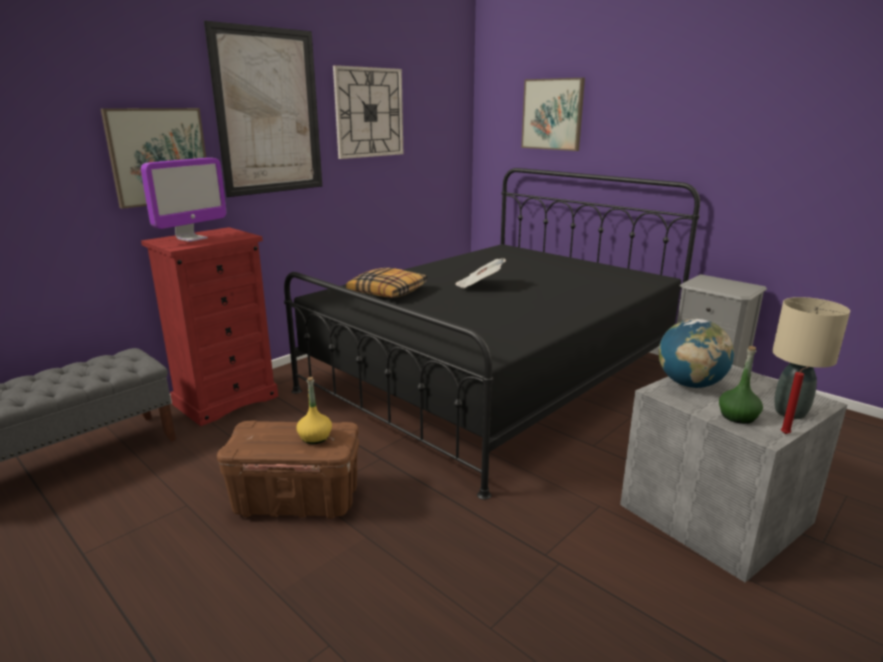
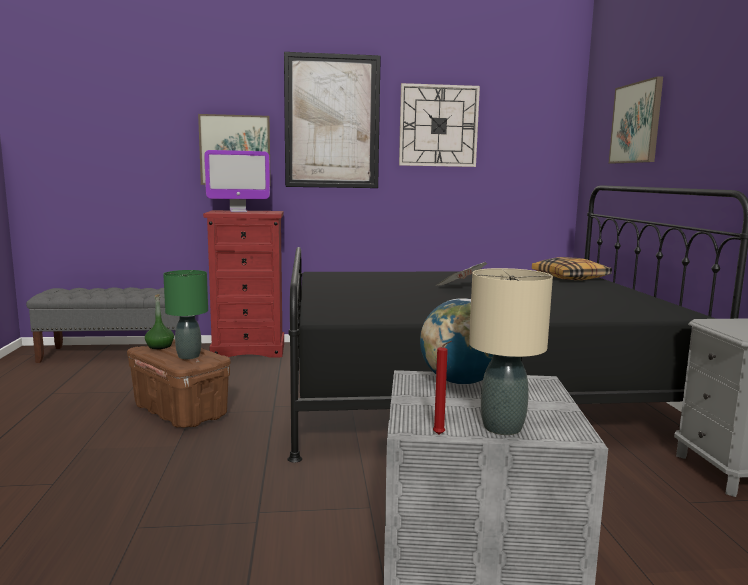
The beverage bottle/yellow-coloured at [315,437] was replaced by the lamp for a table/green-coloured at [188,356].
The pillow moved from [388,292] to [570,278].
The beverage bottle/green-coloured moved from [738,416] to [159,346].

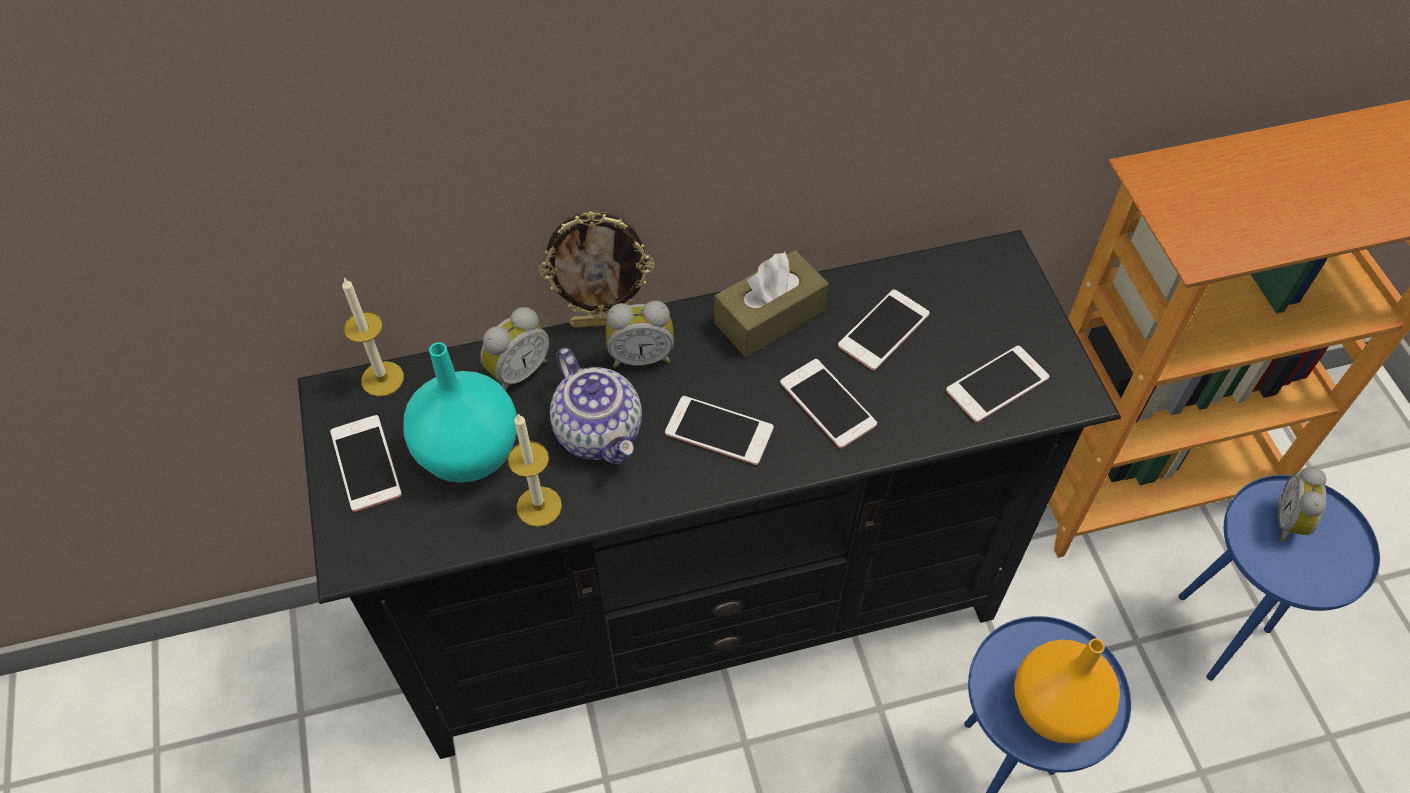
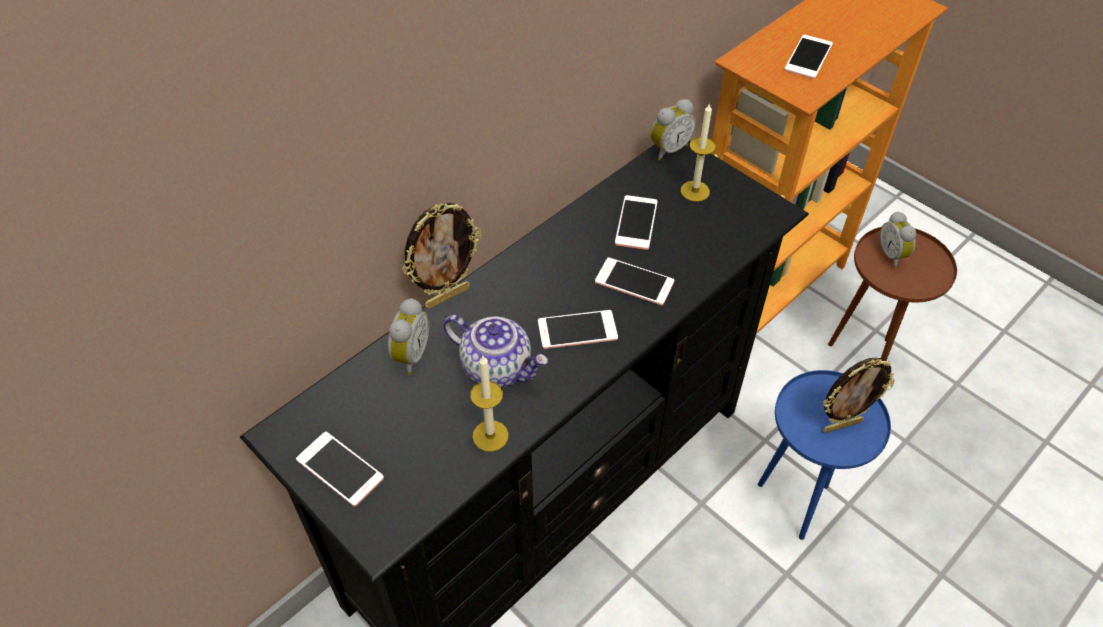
The candle moved from [382,379] to [695,191].
The decorative vase/blue-green at [469,451] disappeared.
The table clock moved from [641,356] to [668,149].
The tissue holder/brown at [769,317] disappeared.
The phone moved from [997,384] to [808,57].
The decorative vase/orangey at [1056,707] was replaced by the standing frame at [841,425].
The accent table/bluish at [1219,634] became the accent table/brown at [864,355].

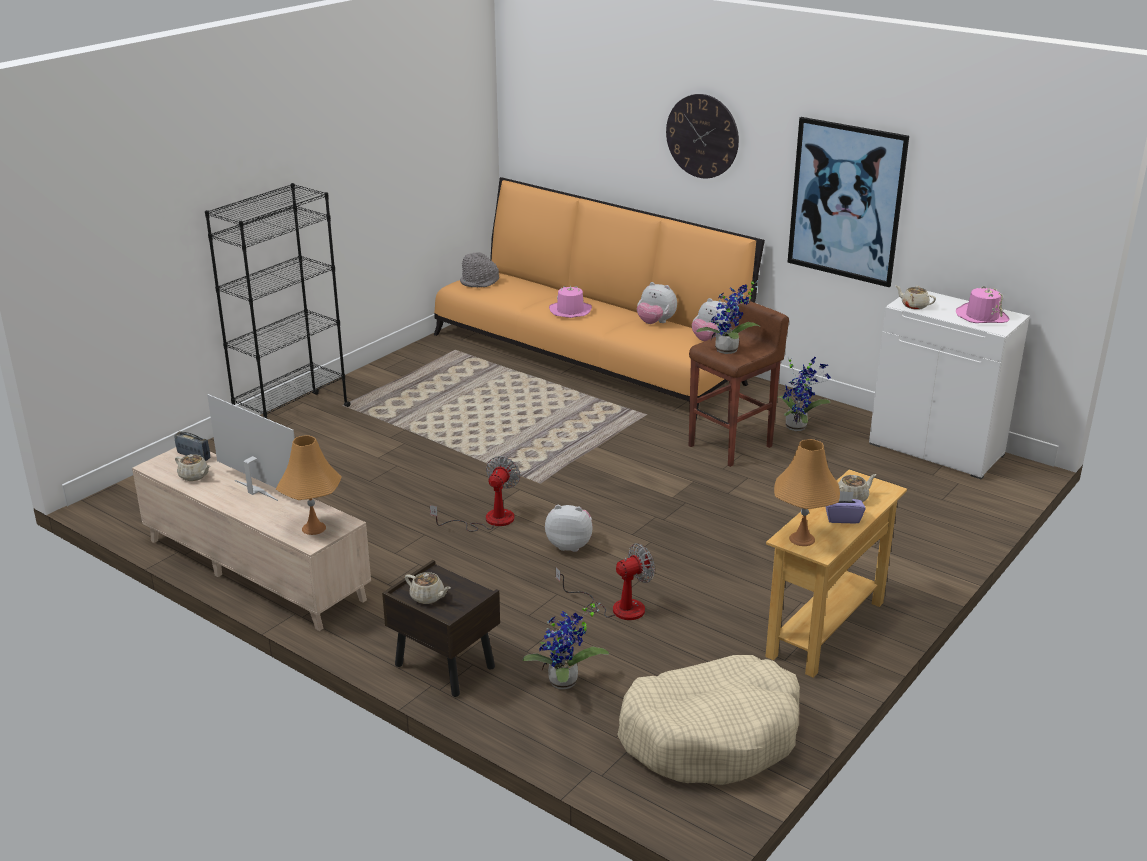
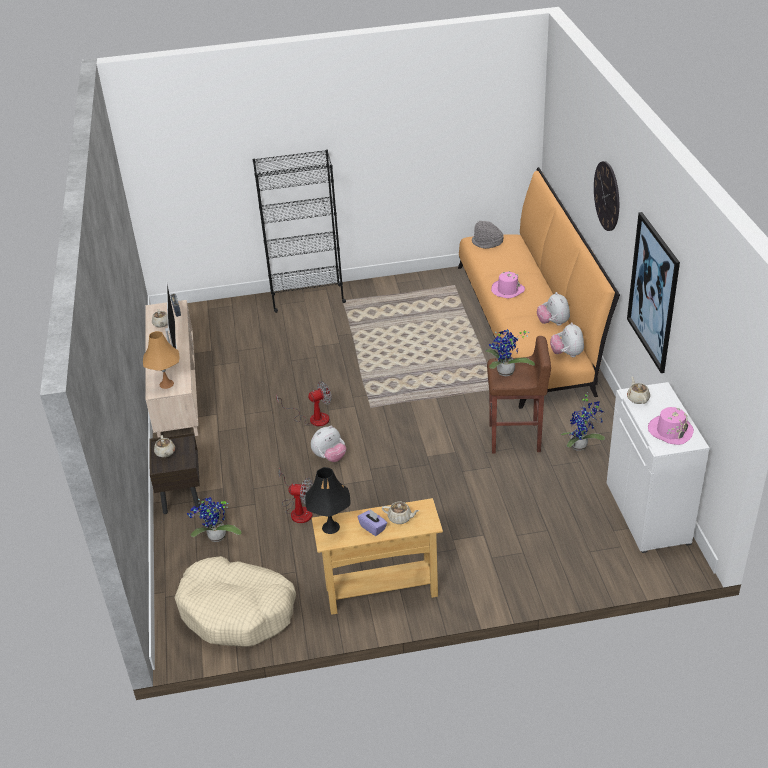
The plush toy at [570,545] turned 90 degrees clockwise.
The lamp for a table/orangey at [802,539] became the lamp for a table/blackish at [331,527].

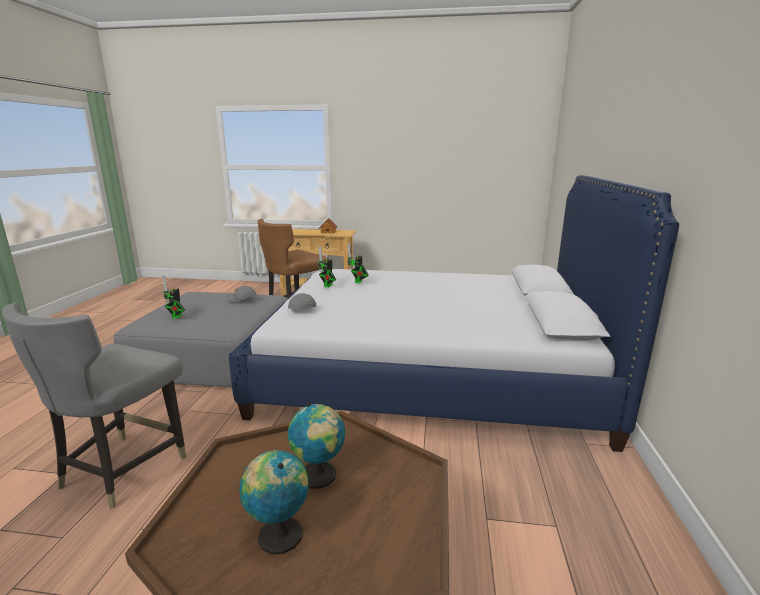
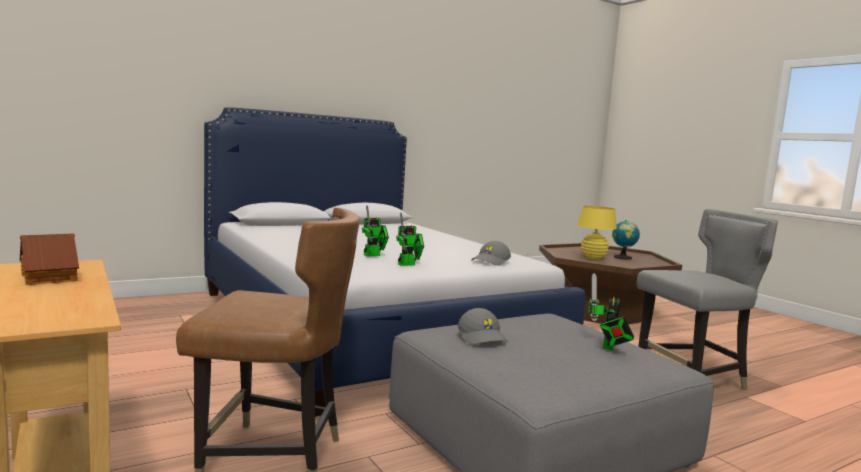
The robot figure at [176,317] turned 150 degrees clockwise.
The desk globe at [319,476] was replaced by the lamp for a table/yellow-coloured at [593,258].

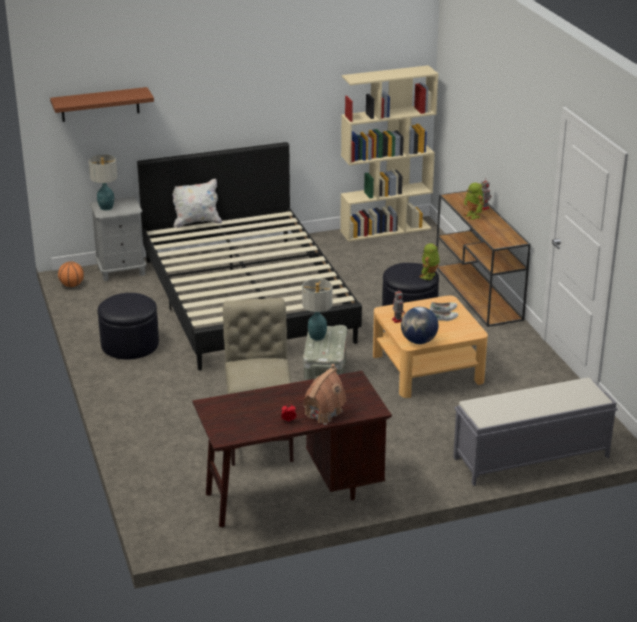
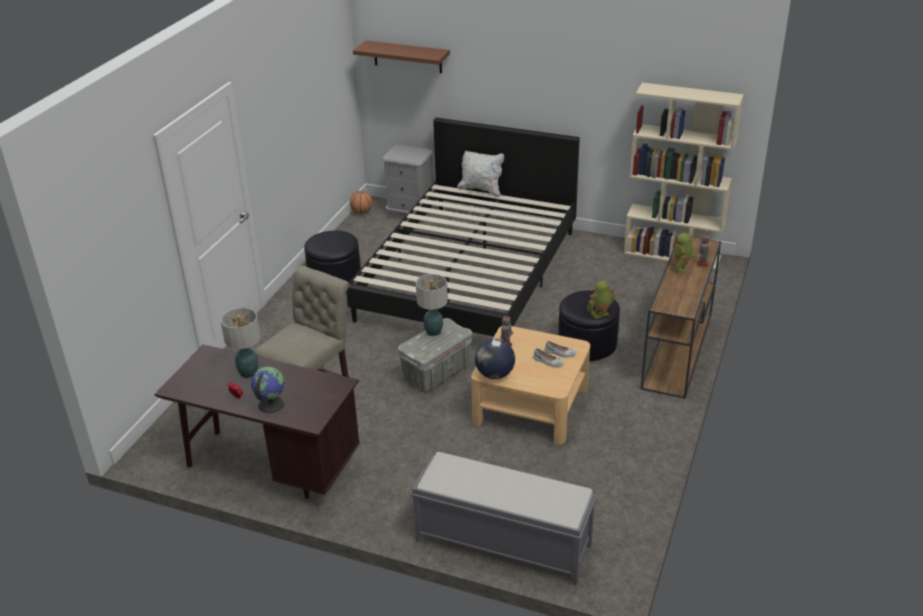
The lamp for a table moved from [106,207] to [248,373].
The model house at [323,413] was replaced by the desk globe at [270,404].

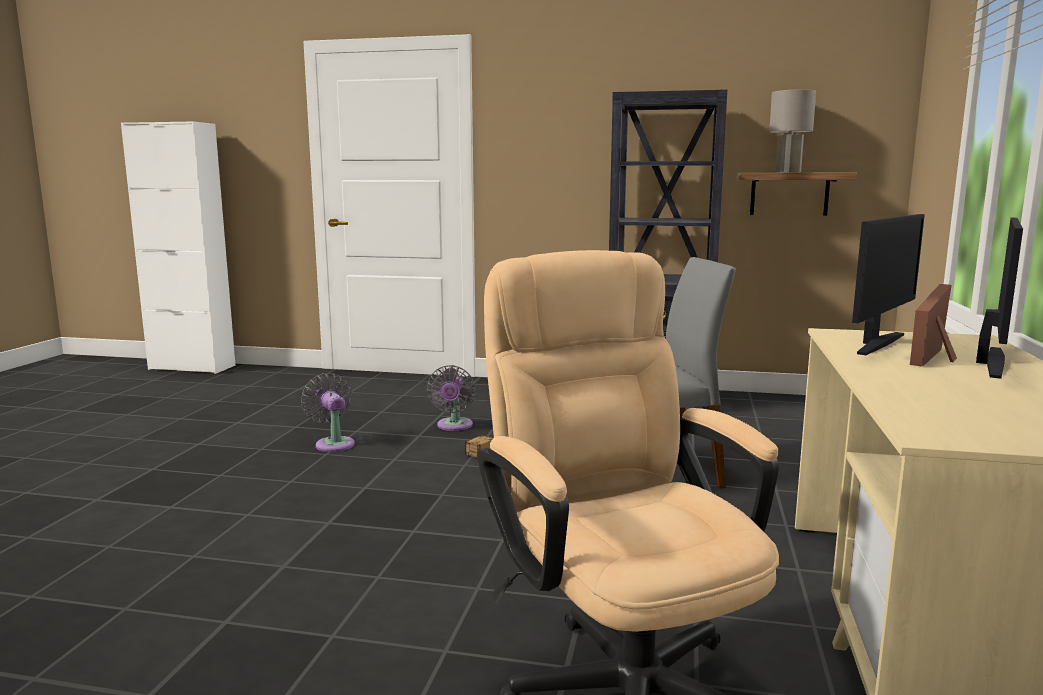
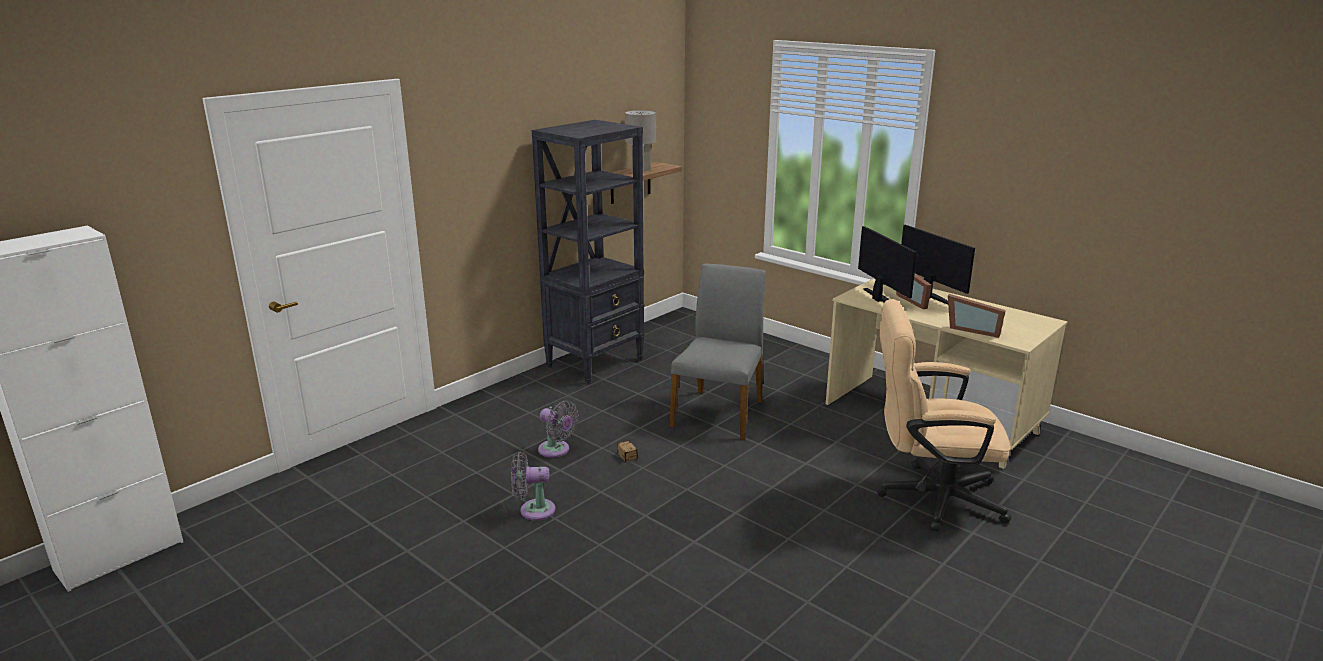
The standing frame at [973,329] appeared.

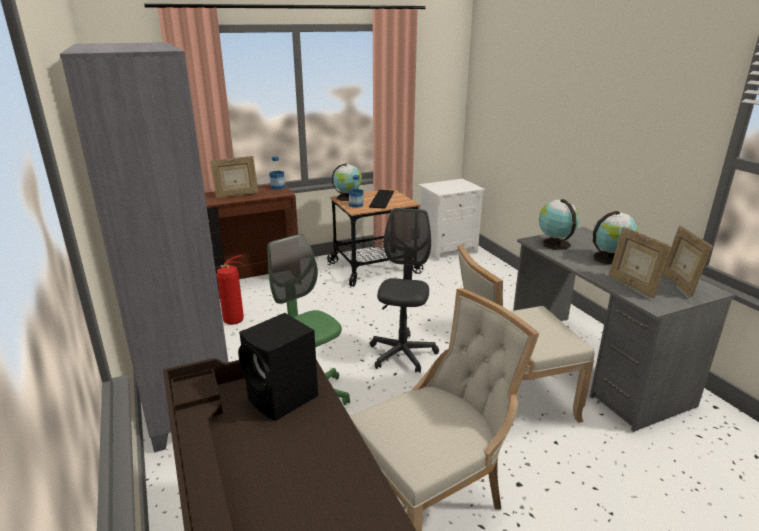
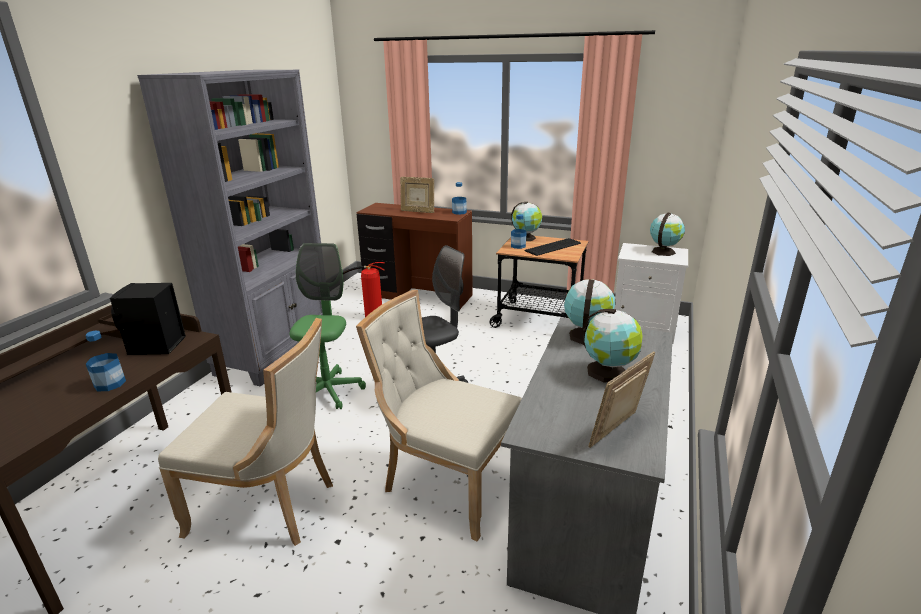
The standing frame at [632,286] disappeared.
The beverage bottle at [110,384] appeared.
The desk globe at [663,251] appeared.

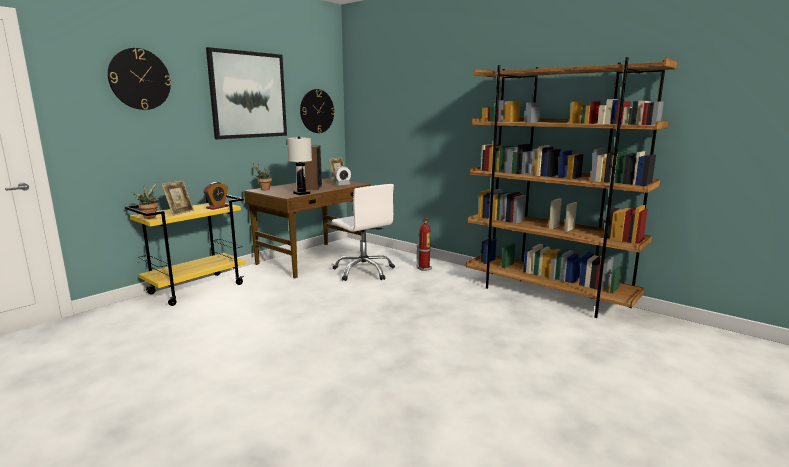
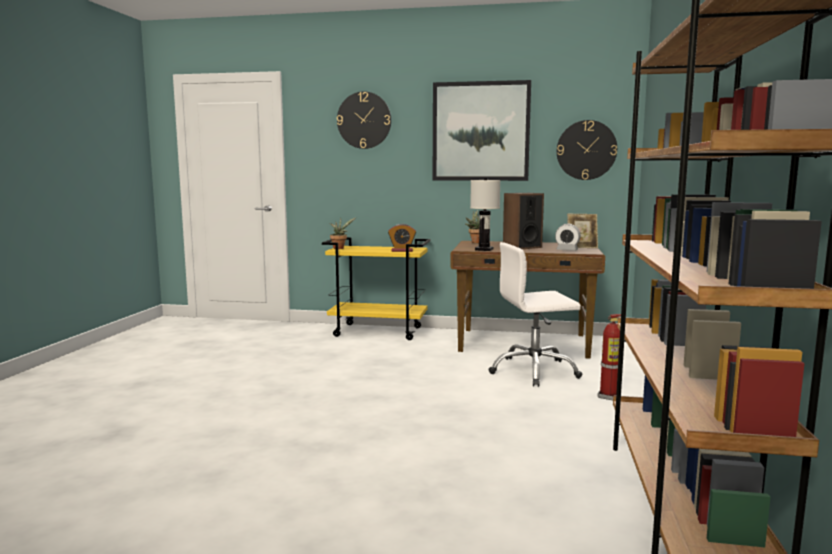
The standing frame at [180,212] disappeared.
The office chair/white-coloured at [364,271] turned 60 degrees clockwise.

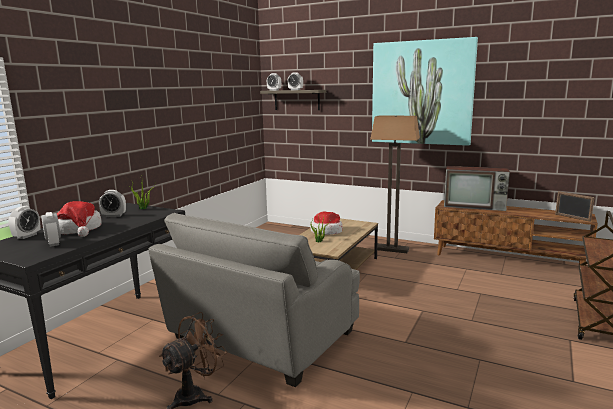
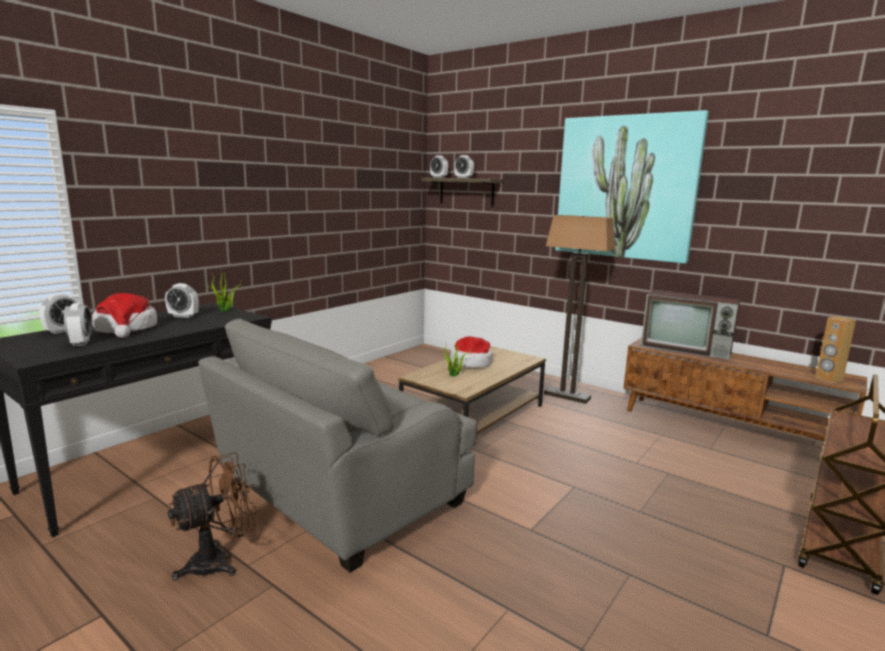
The standing frame at [572,217] was replaced by the speaker/brown at [828,379].

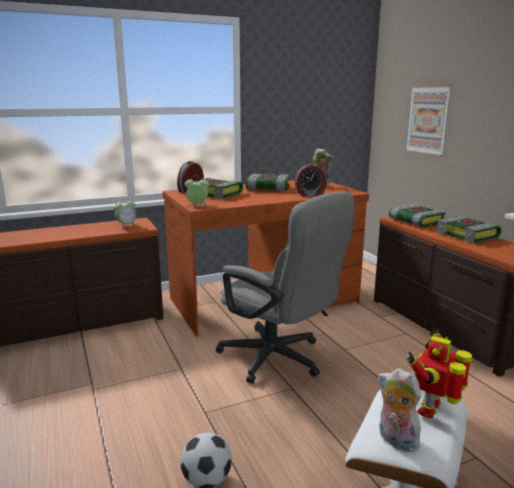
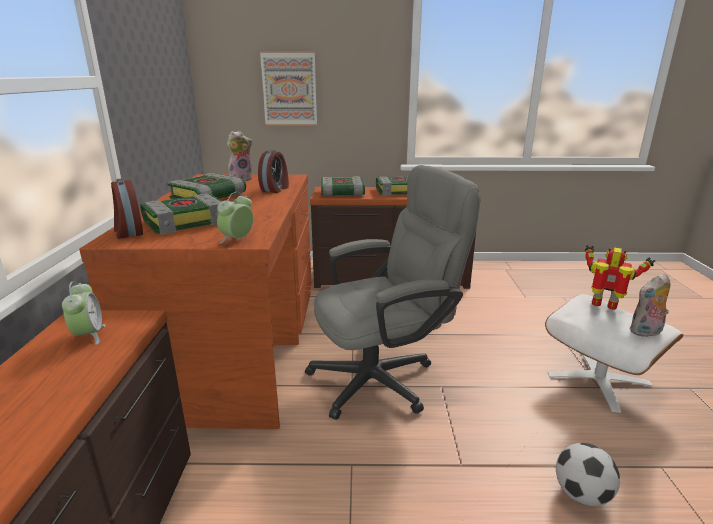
The robot figure at [432,409] turned 150 degrees clockwise.

